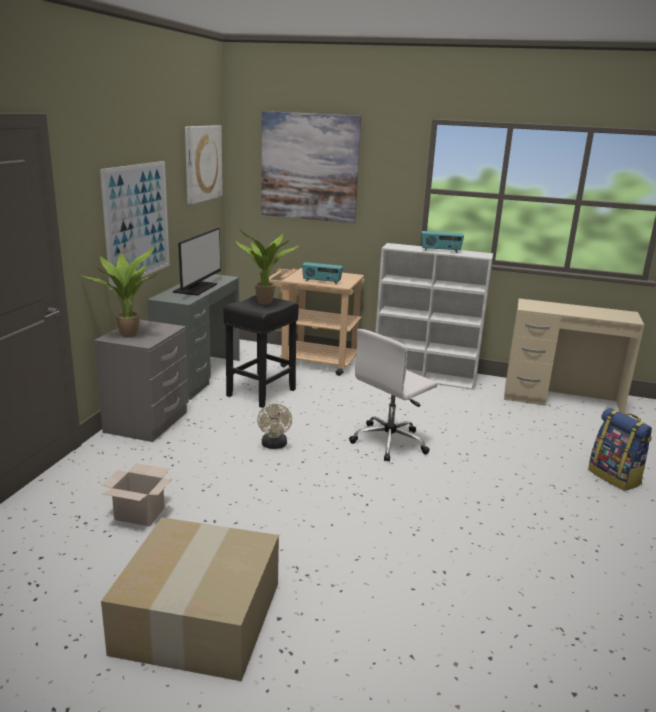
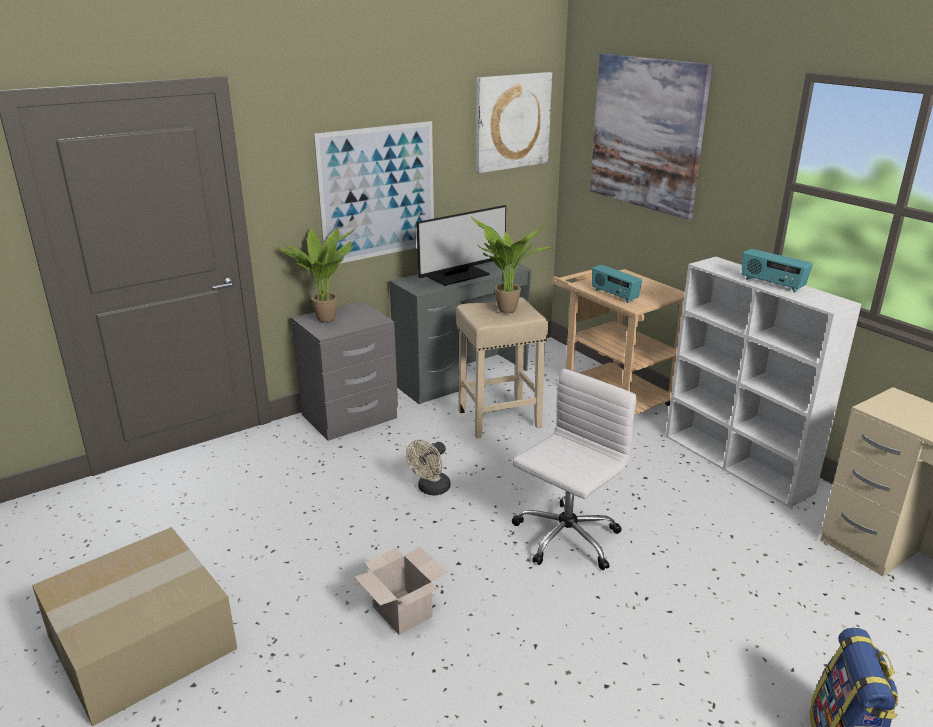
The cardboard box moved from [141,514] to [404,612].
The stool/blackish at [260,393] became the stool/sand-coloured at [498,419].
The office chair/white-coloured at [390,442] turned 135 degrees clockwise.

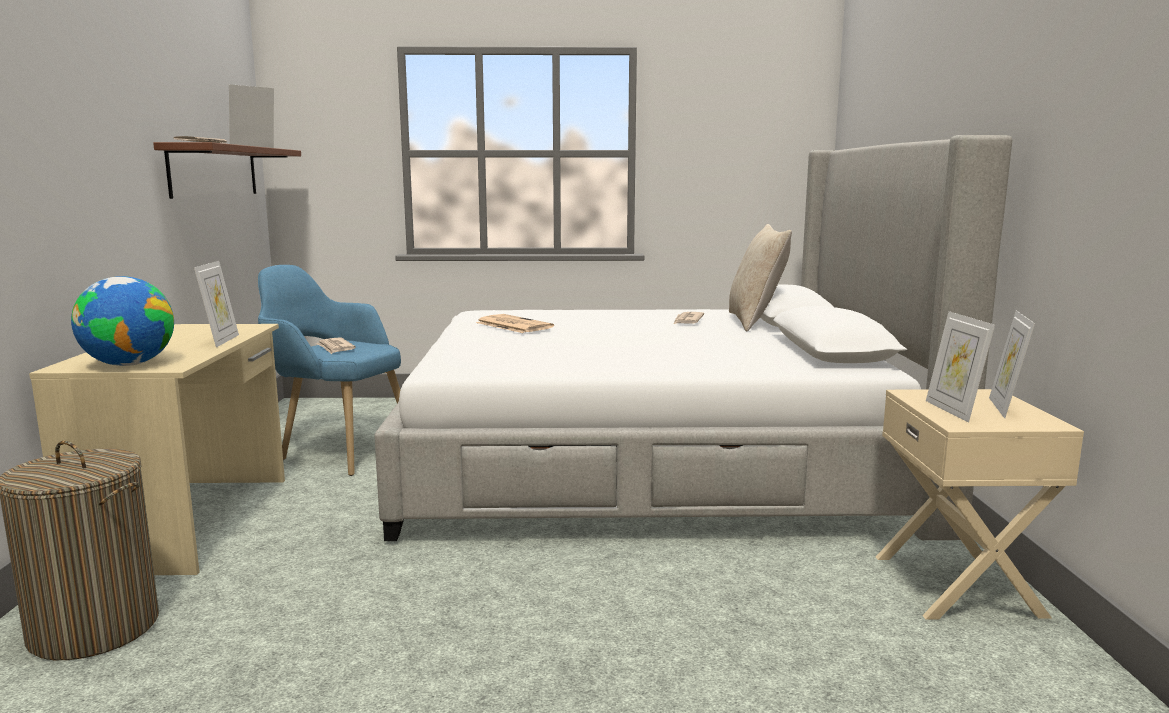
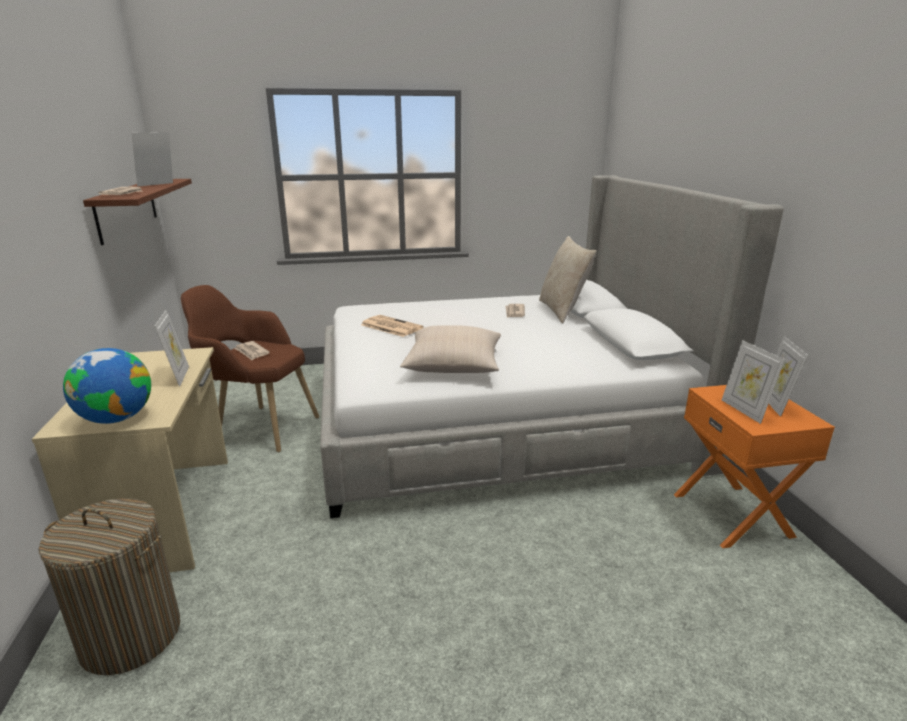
The armchair/bluish at [337,450] became the armchair/brown at [258,426].
The nightstand/sand-coloured at [959,585] became the nightstand/orangey at [733,514].
The pillow/sand-coloured at [453,365] appeared.

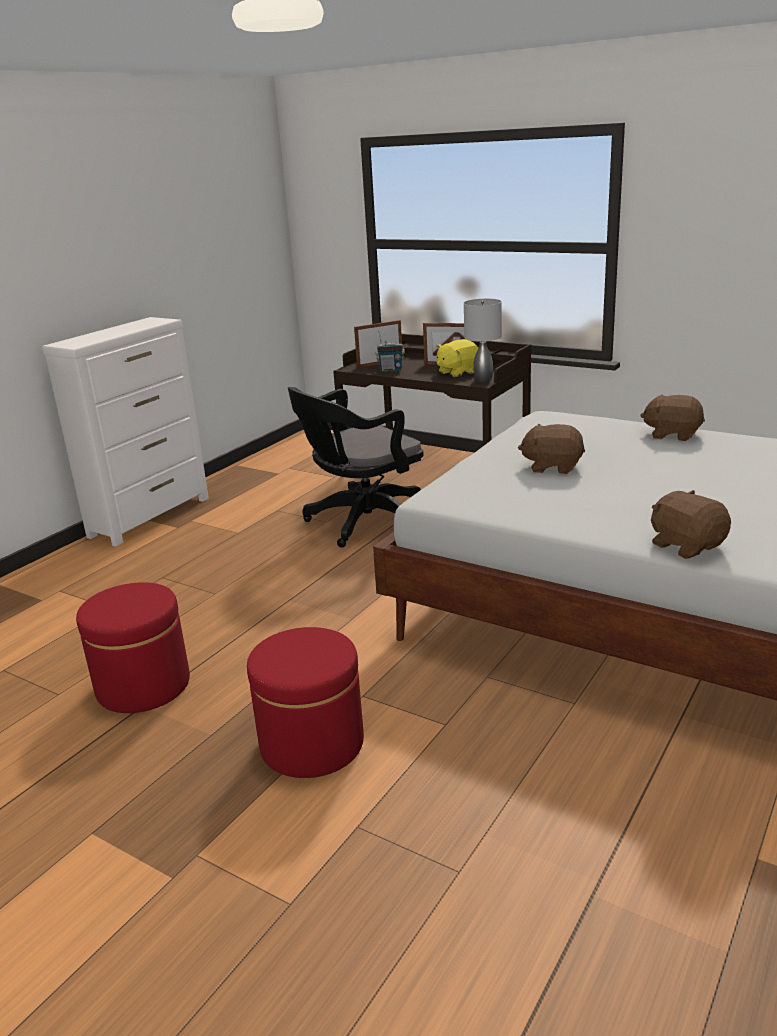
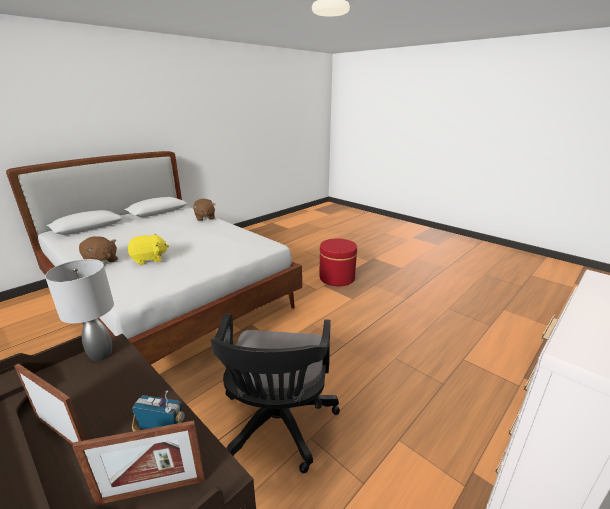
The ottoman/red-coloured at [143,686] disappeared.
The office chair/blackish at [362,522] turned 120 degrees clockwise.
The plush toy/yellow-coloured moved from [457,372] to [149,259].
The plush toy/brown at [552,467] disappeared.

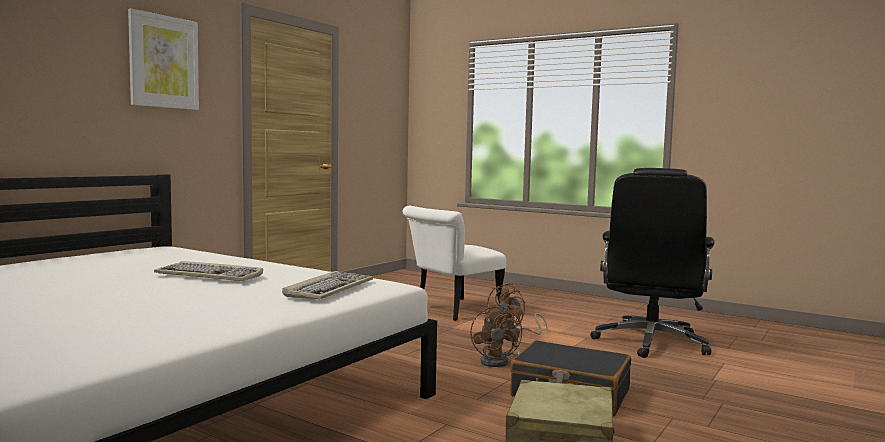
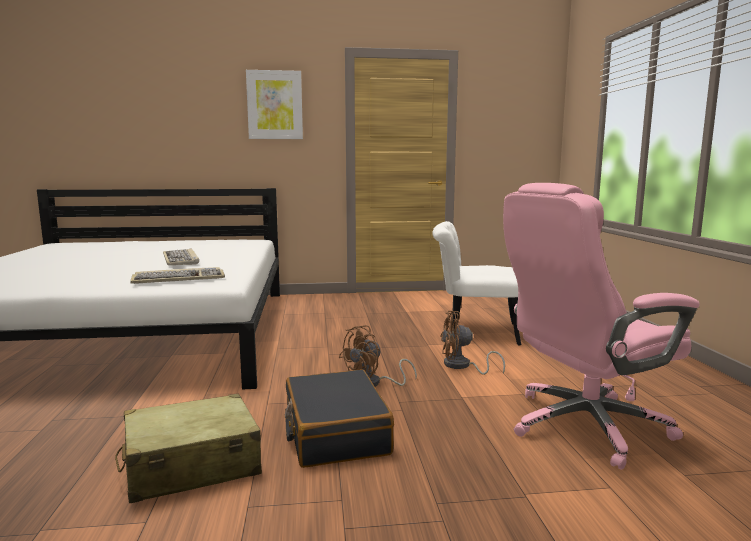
The office chair/blackish at [650,343] became the office chair/pinkish at [583,426].

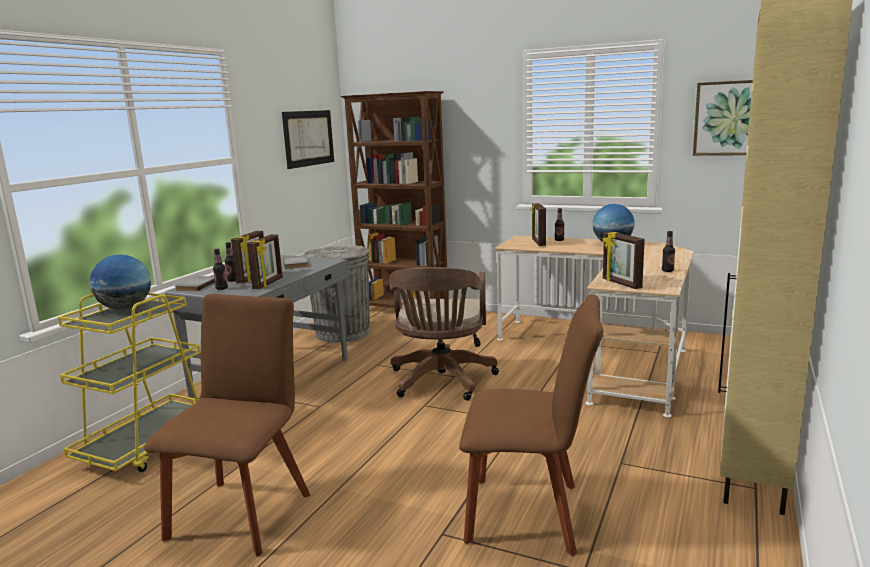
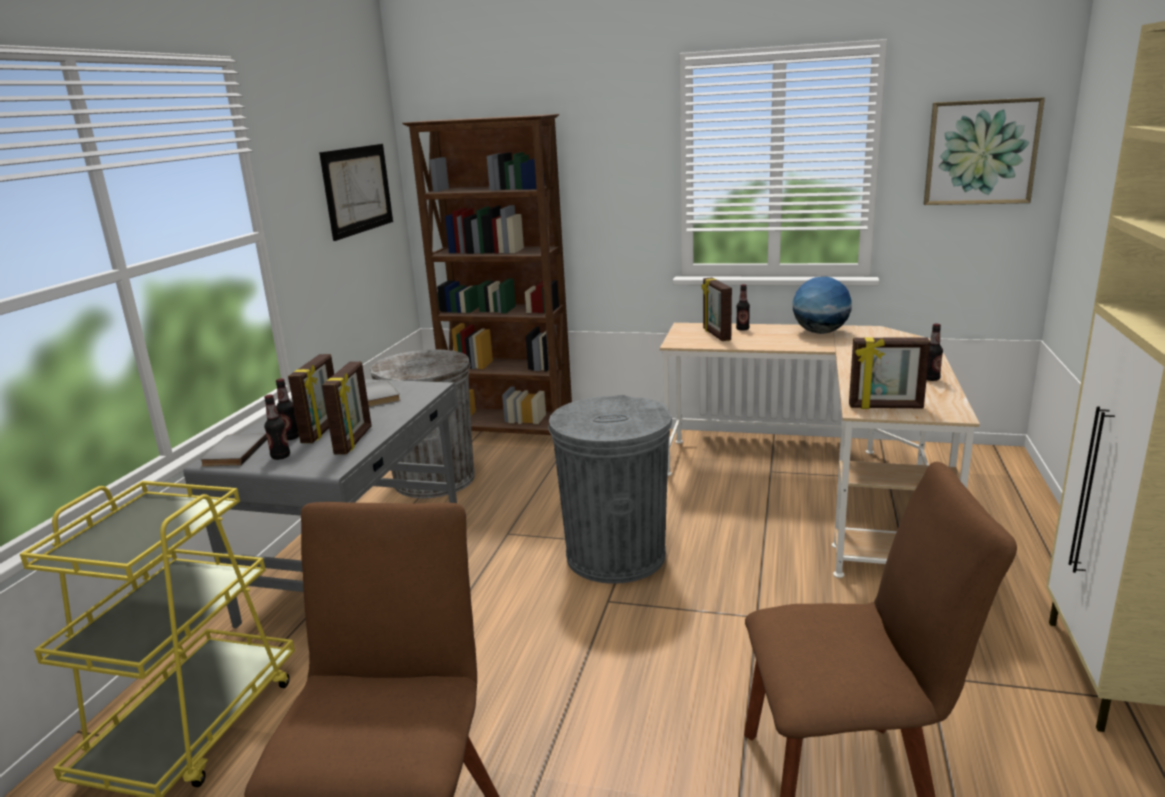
The desk globe at [125,308] disappeared.
The office chair/brown at [441,382] was replaced by the waste bin/grey at [615,556].
The standing frame at [621,284] turned 45 degrees counterclockwise.

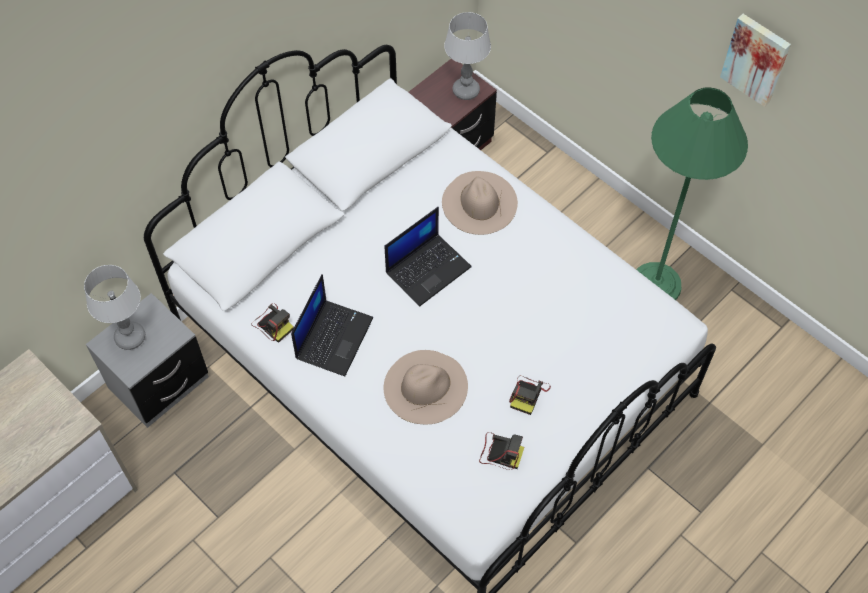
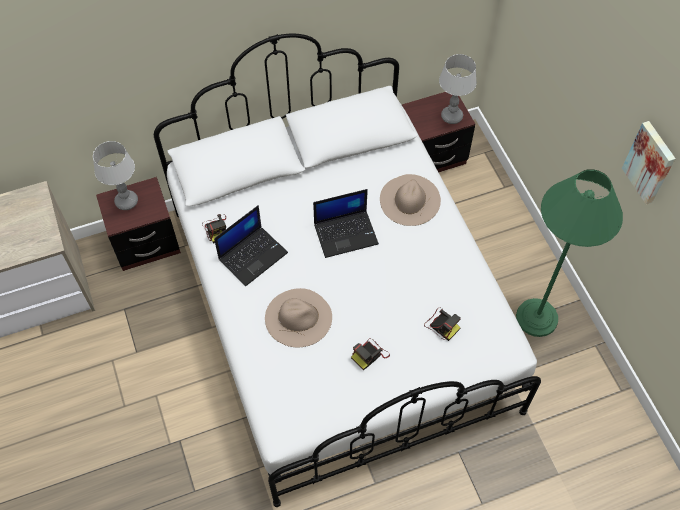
The nightstand/grey at [159,383] became the nightstand/brown at [146,243].
The still camera moved from [500,453] to [441,325].

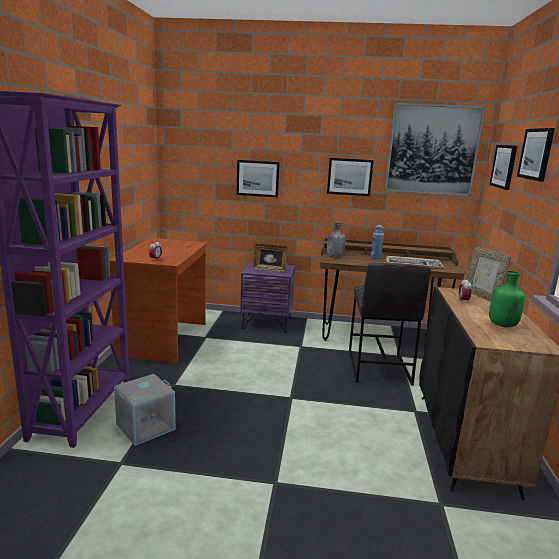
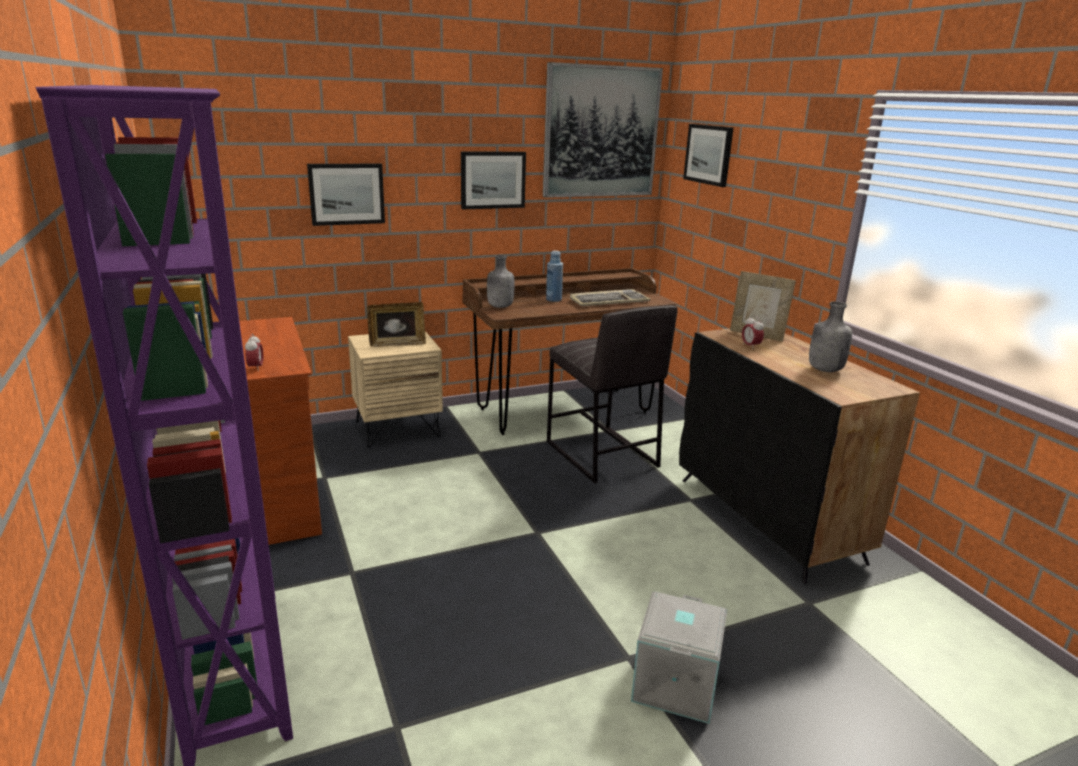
The storage bin/grey moved from [145,426] to [673,683].
The nightstand/purple-coloured at [267,323] became the nightstand/sand-coloured at [397,429].
The beverage bottle/green-coloured at [502,325] became the beverage bottle/grey at [824,369].
The picture at [536,154] disappeared.

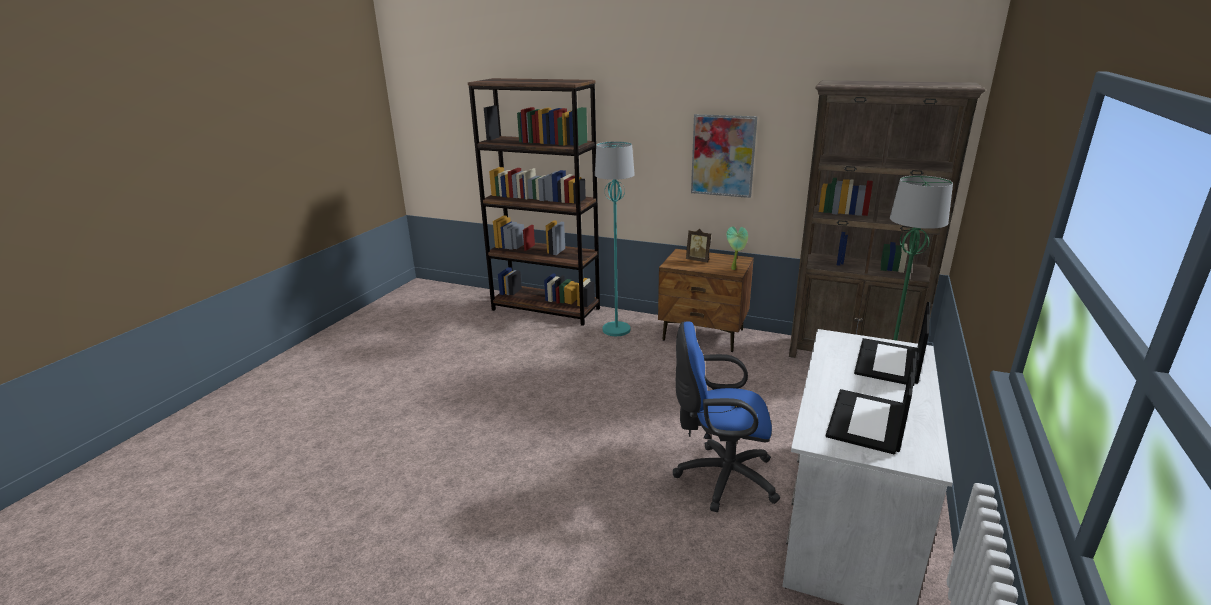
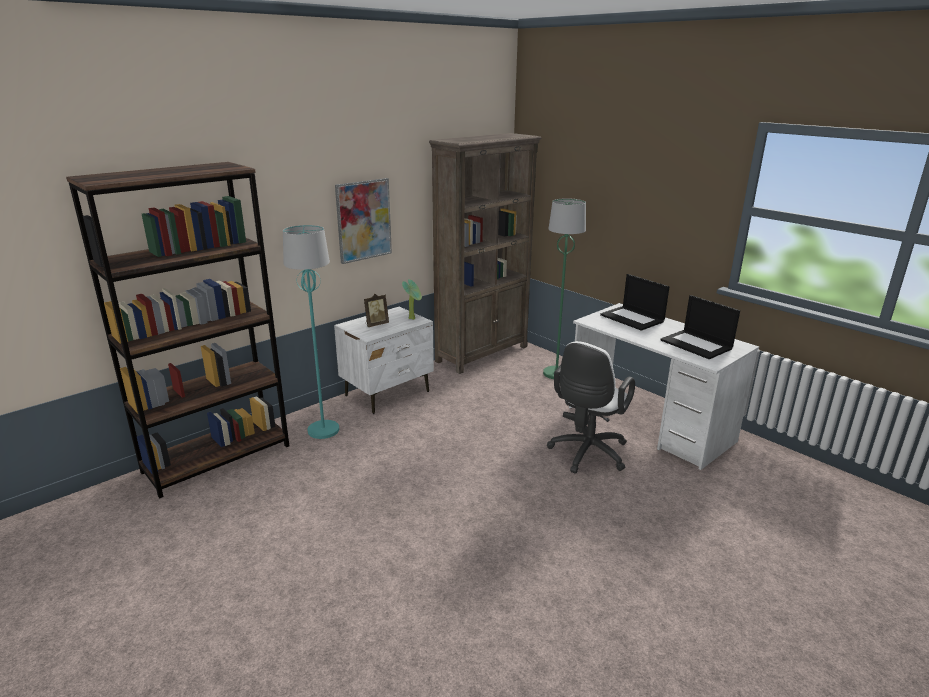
The nightstand/brown at [703,335] became the nightstand/white-coloured at [388,393].
The office chair/bluish at [720,478] became the office chair/white-coloured at [586,454].

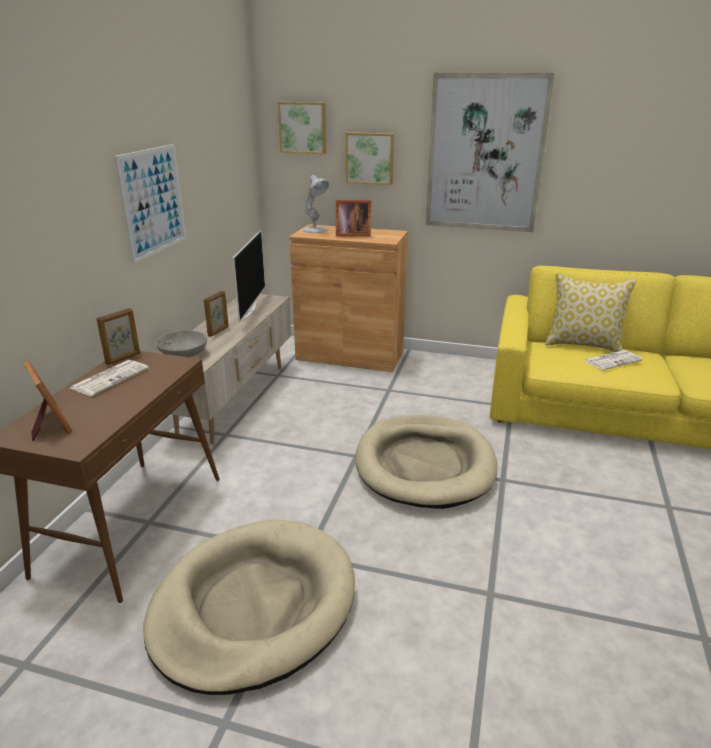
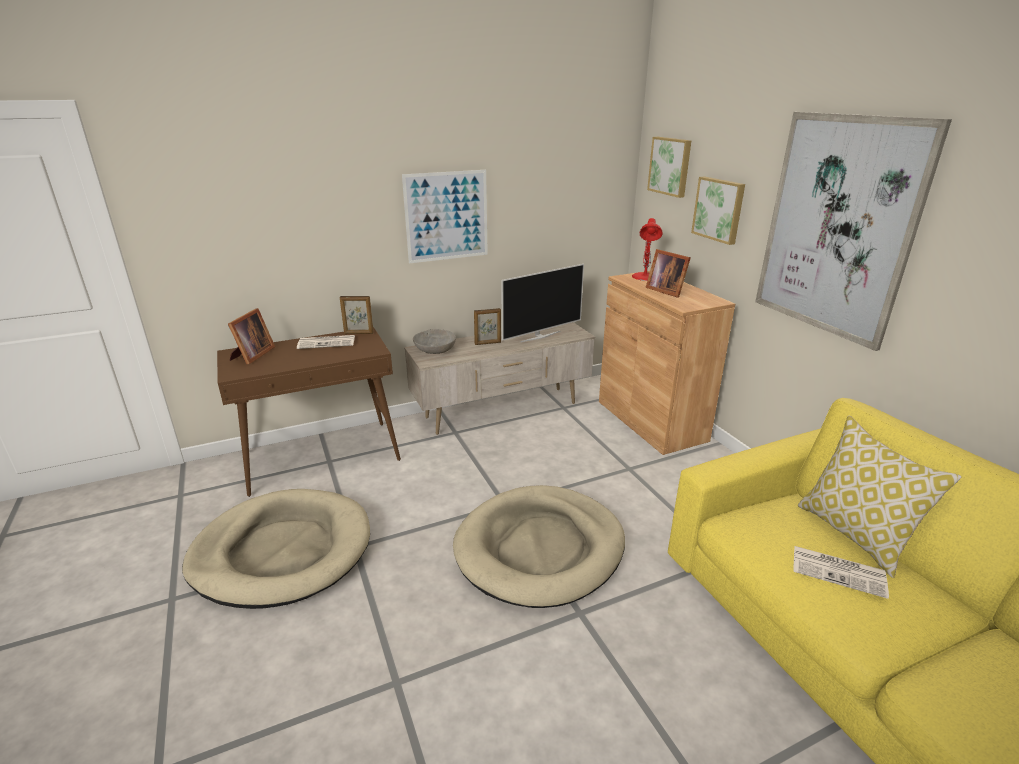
The lamp for a table/white-coloured at [316,230] became the lamp for a table/red-coloured at [645,277].

